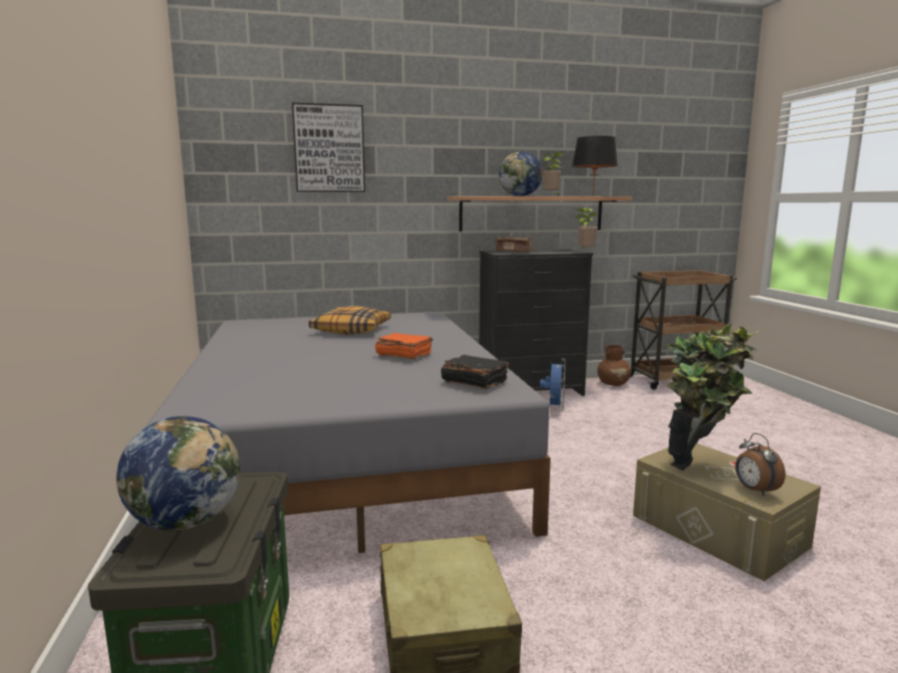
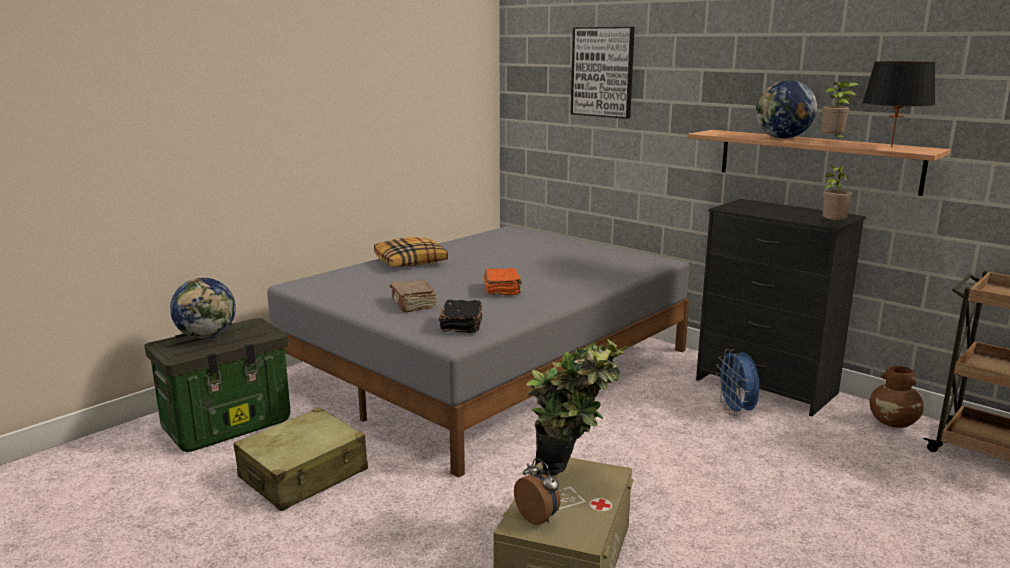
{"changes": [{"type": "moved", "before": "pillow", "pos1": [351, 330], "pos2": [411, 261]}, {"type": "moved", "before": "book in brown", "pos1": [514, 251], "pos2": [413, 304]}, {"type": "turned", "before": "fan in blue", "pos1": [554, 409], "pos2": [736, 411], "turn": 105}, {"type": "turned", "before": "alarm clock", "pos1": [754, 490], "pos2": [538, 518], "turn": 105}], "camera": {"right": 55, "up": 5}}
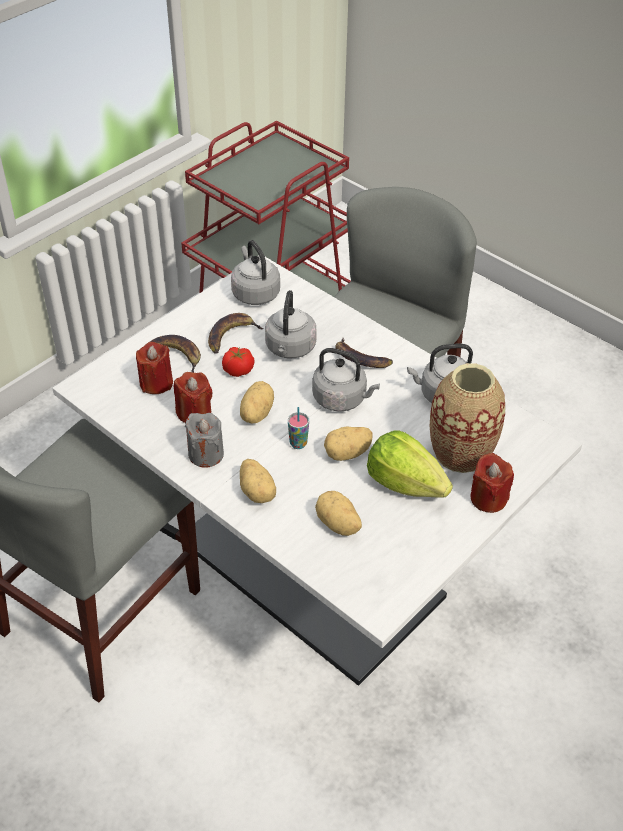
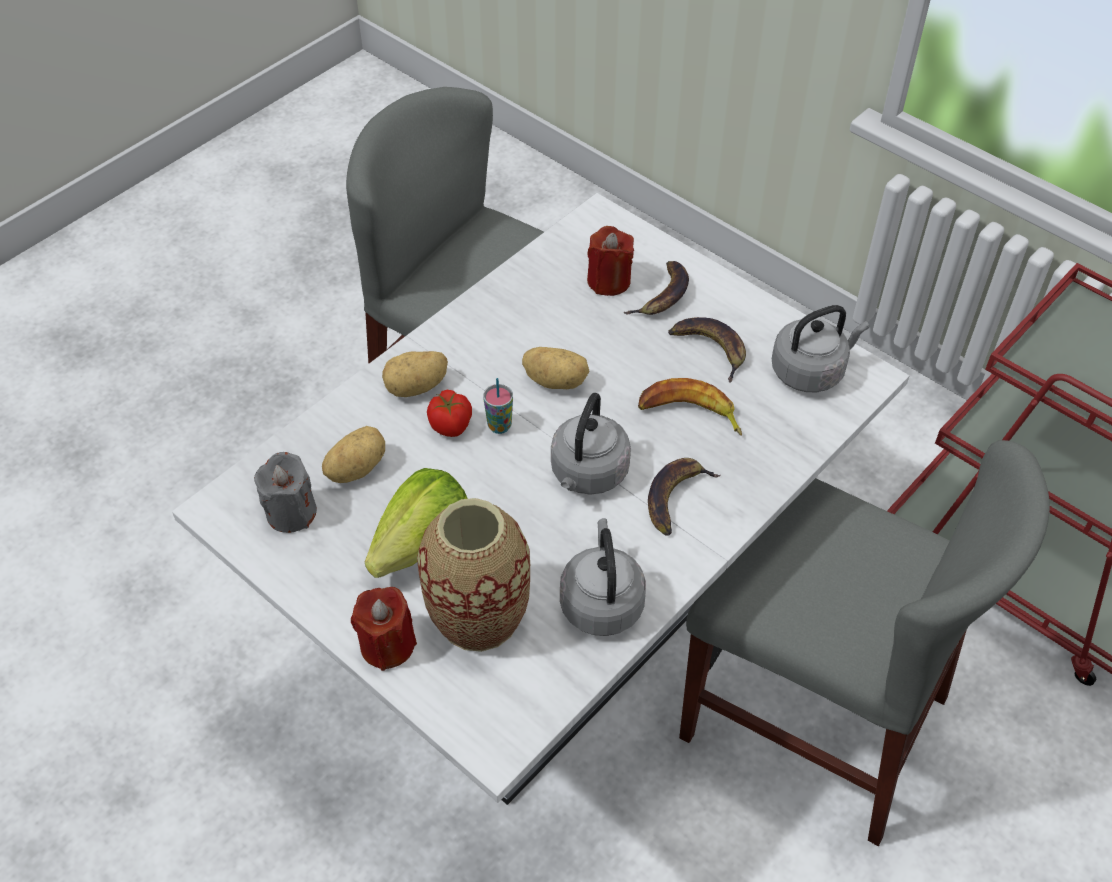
{"changes": [{"type": "removed", "before": "candle in red", "pos1": [194, 412]}, {"type": "moved", "before": "candle in grey", "pos1": [206, 454], "pos2": [291, 512]}, {"type": "moved", "before": "tomato", "pos1": [238, 371], "pos2": [451, 425]}, {"type": "replaced", "before": "kettle in grey", "after": "banana", "pos1": [290, 349], "pos2": [689, 414]}, {"type": "removed", "before": "potato", "pos1": [348, 454]}], "camera": {"right": 90, "up": 5}}
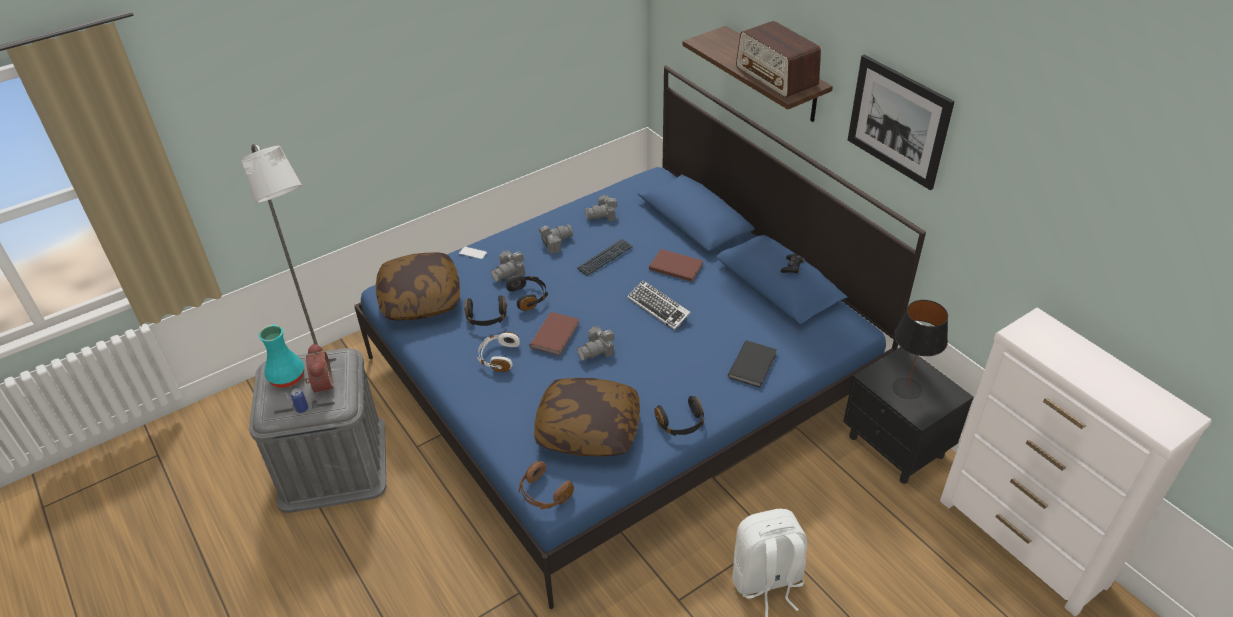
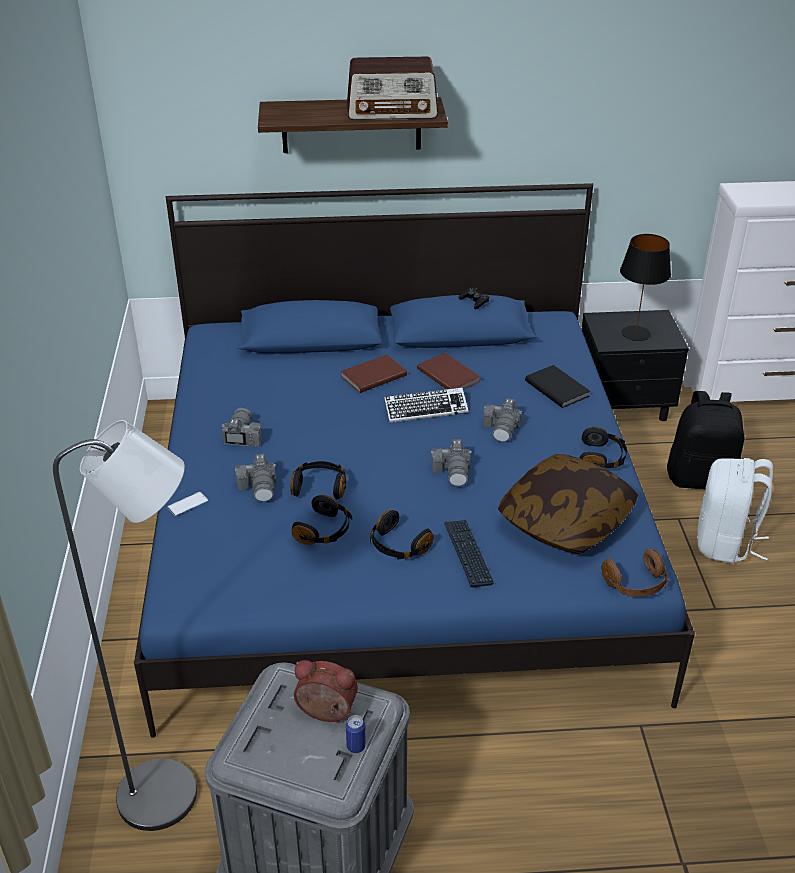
{"changes": [{"type": "removed", "before": "vase in turquoise", "pos1": [287, 377]}, {"type": "removed", "before": "pillow", "pos1": [420, 299]}, {"type": "recoloured", "before": "headphones in white", "after": "headphones in black", "pos1": [498, 357], "pos2": [398, 546]}, {"type": "moved", "before": "book in brown", "pos1": [556, 335], "pos2": [449, 375]}, {"type": "moved", "before": "keyboard", "pos1": [605, 258], "pos2": [468, 554]}, {"type": "moved", "before": "photo camera", "pos1": [603, 215], "pos2": [502, 429]}, {"type": "removed", "before": "picture", "pos1": [898, 121]}, {"type": "added", "after": "backpack in black", "pos2": [700, 478]}], "camera": {"right": -60, "up": -5}}
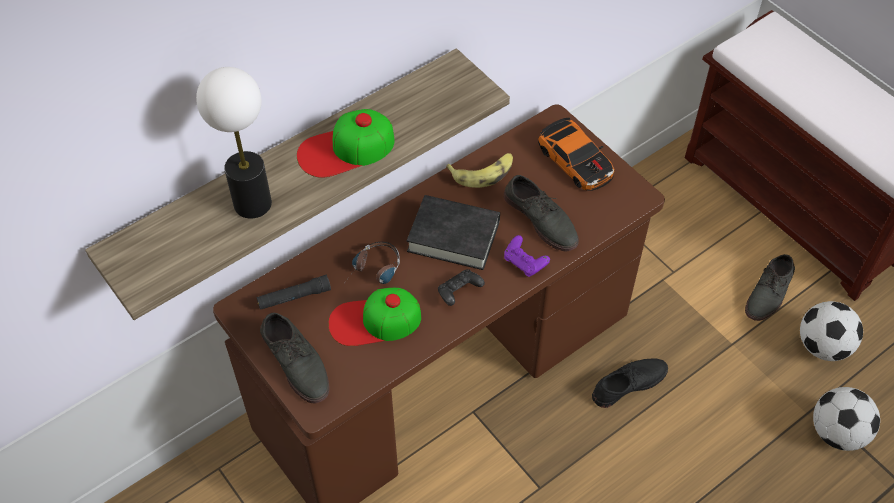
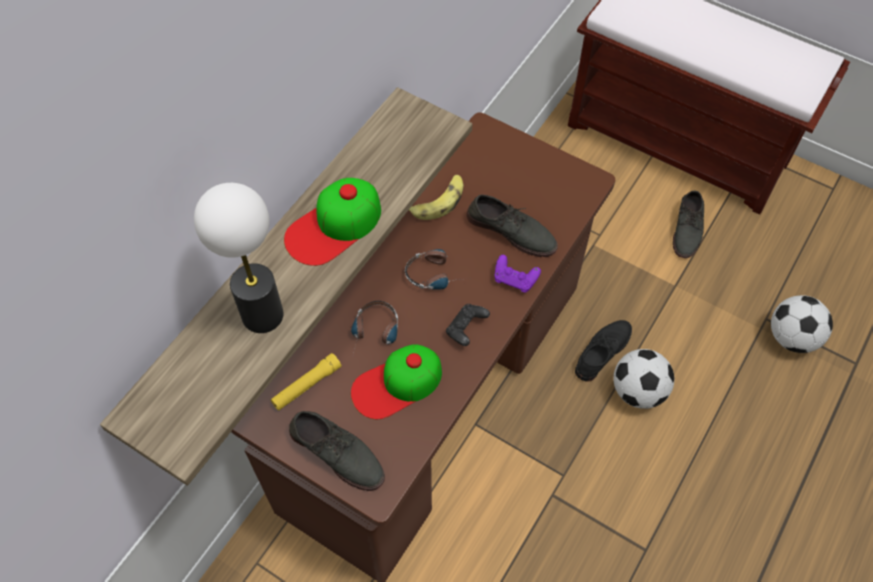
{"changes": [{"type": "recoloured", "before": "flashlight in black", "after": "flashlight in yellow", "pos1": [294, 297], "pos2": [306, 386]}, {"type": "replaced", "before": "book in black", "after": "headphones", "pos1": [453, 236], "pos2": [437, 274]}, {"type": "removed", "before": "toy car", "pos1": [577, 160]}, {"type": "moved", "before": "football", "pos1": [823, 346], "pos2": [638, 391]}], "camera": {"right": -20, "up": 5}}
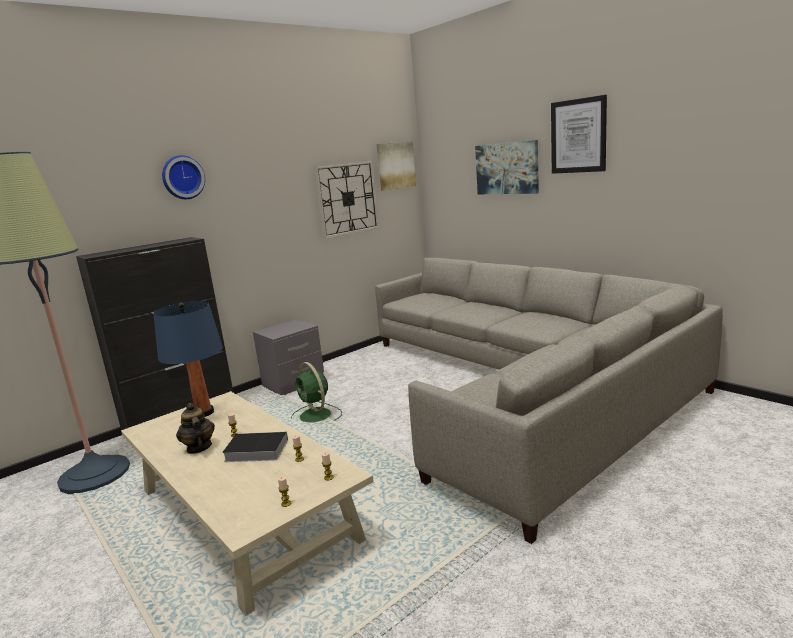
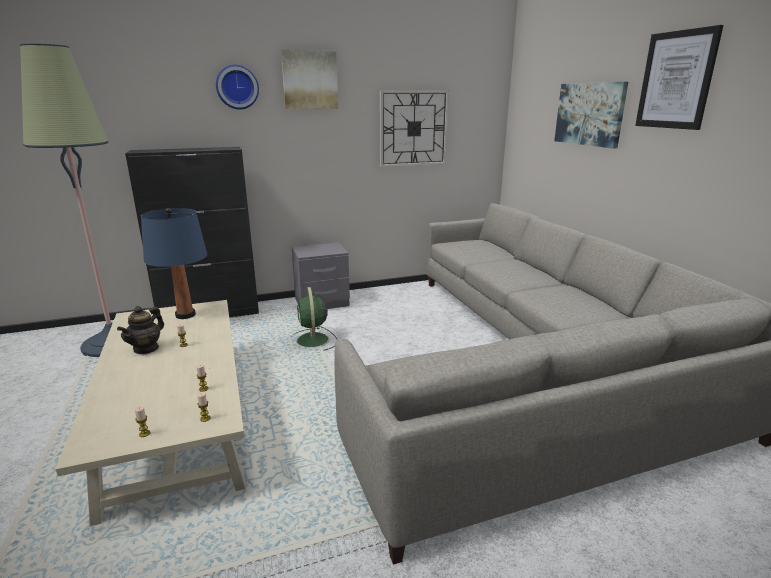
{"changes": [{"type": "turned", "before": "teapot", "pos1": [199, 447], "pos2": [146, 348], "turn": -150}, {"type": "removed", "before": "book", "pos1": [254, 451]}, {"type": "moved", "before": "picture", "pos1": [395, 165], "pos2": [309, 80]}], "camera": {"right": 20, "up": 5}}
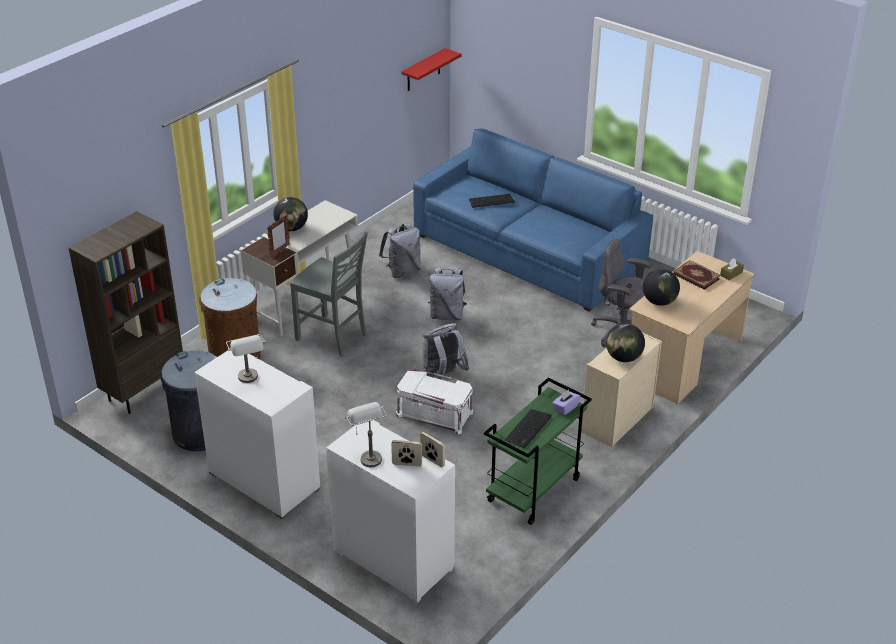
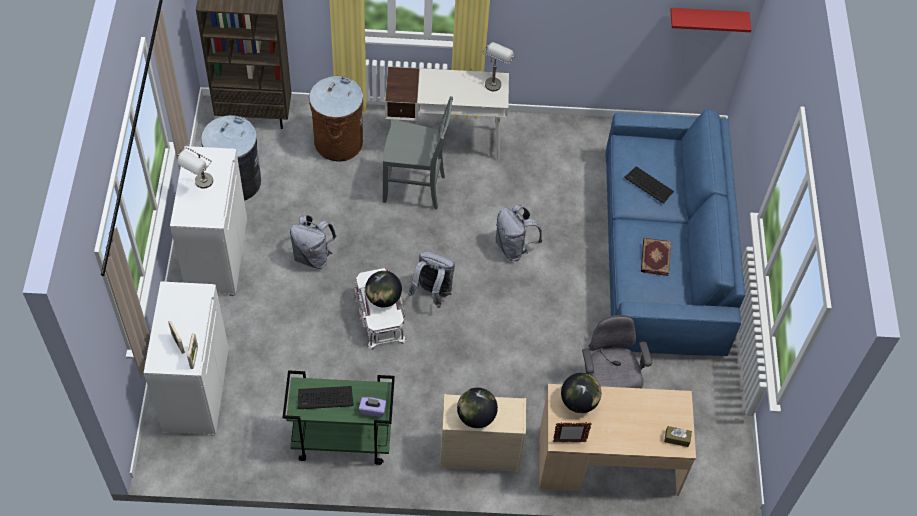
{"changes": [{"type": "moved", "before": "picture frame", "pos1": [279, 251], "pos2": [569, 441]}, {"type": "moved", "before": "globe", "pos1": [291, 228], "pos2": [383, 298]}, {"type": "turned", "before": "chair in grey", "pos1": [333, 337], "pos2": [415, 188], "turn": -75}, {"type": "moved", "before": "table lamp in grey", "pos1": [367, 455], "pos2": [495, 81]}, {"type": "moved", "before": "backpack in grey", "pos1": [402, 271], "pos2": [313, 256]}, {"type": "moved", "before": "book", "pos1": [696, 277], "pos2": [654, 257]}], "camera": {"right": 50, "up": 20}}
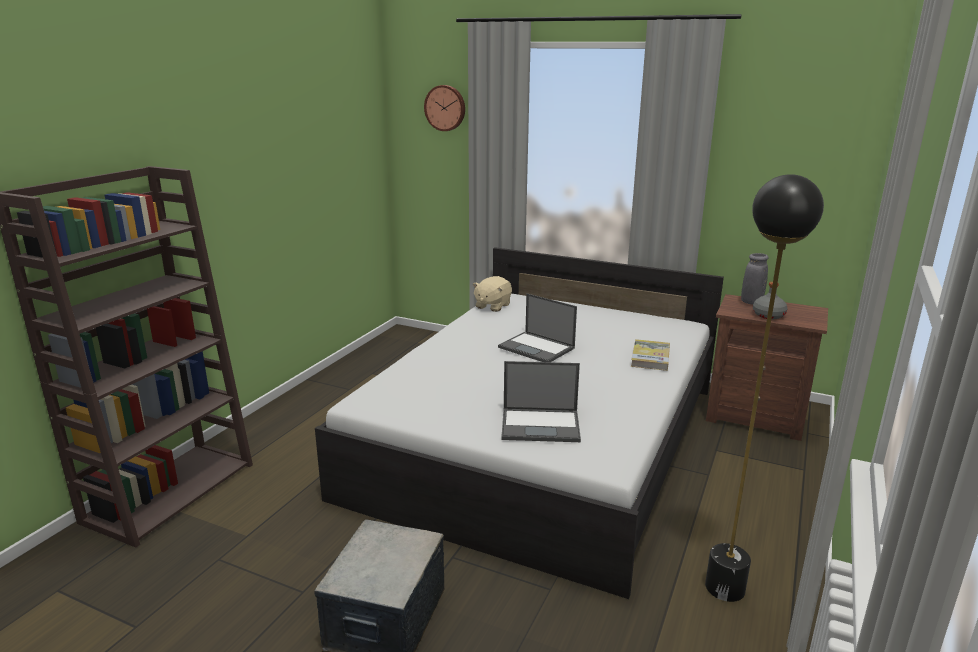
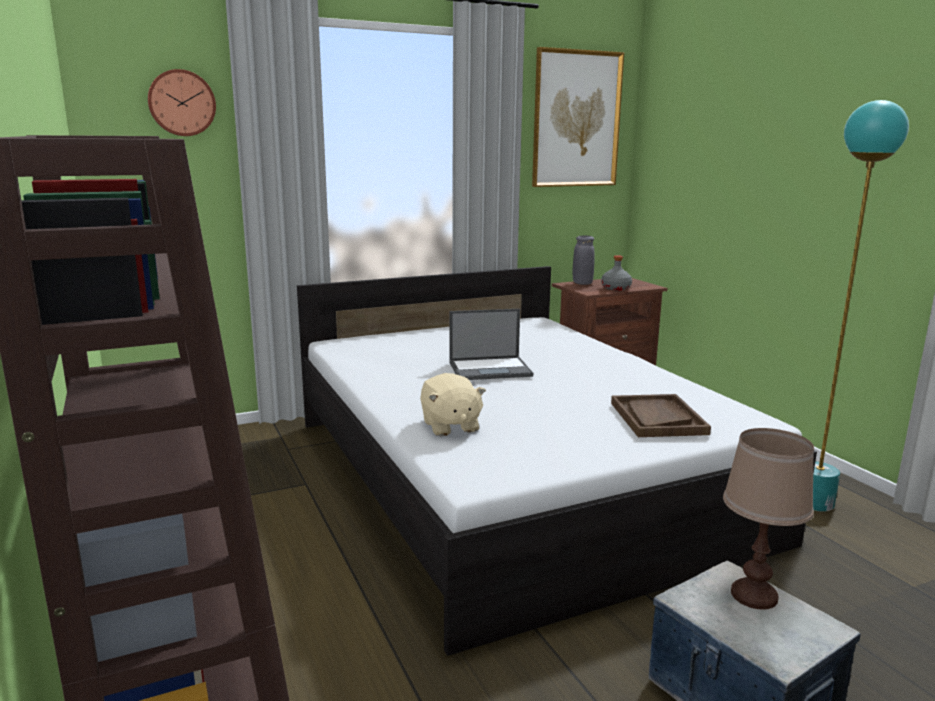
{"changes": [{"type": "moved", "before": "plush toy in beige", "pos1": [492, 306], "pos2": [450, 426]}, {"type": "replaced", "before": "laptop", "after": "tray in brown", "pos1": [541, 425], "pos2": [657, 418]}, {"type": "removed", "before": "book", "pos1": [650, 357]}, {"type": "recoloured", "before": "floor lamp in black", "after": "floor lamp in turquoise", "pos1": [724, 588], "pos2": [814, 503]}, {"type": "added", "after": "picture", "pos2": [576, 119]}, {"type": "added", "after": "table lamp in brown", "pos2": [753, 595]}], "camera": {"right": -50, "up": -5}}
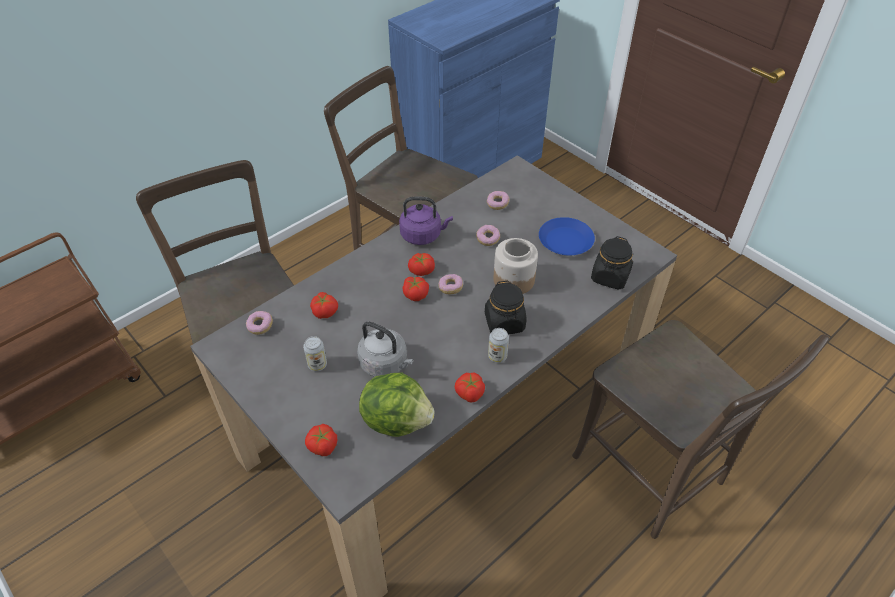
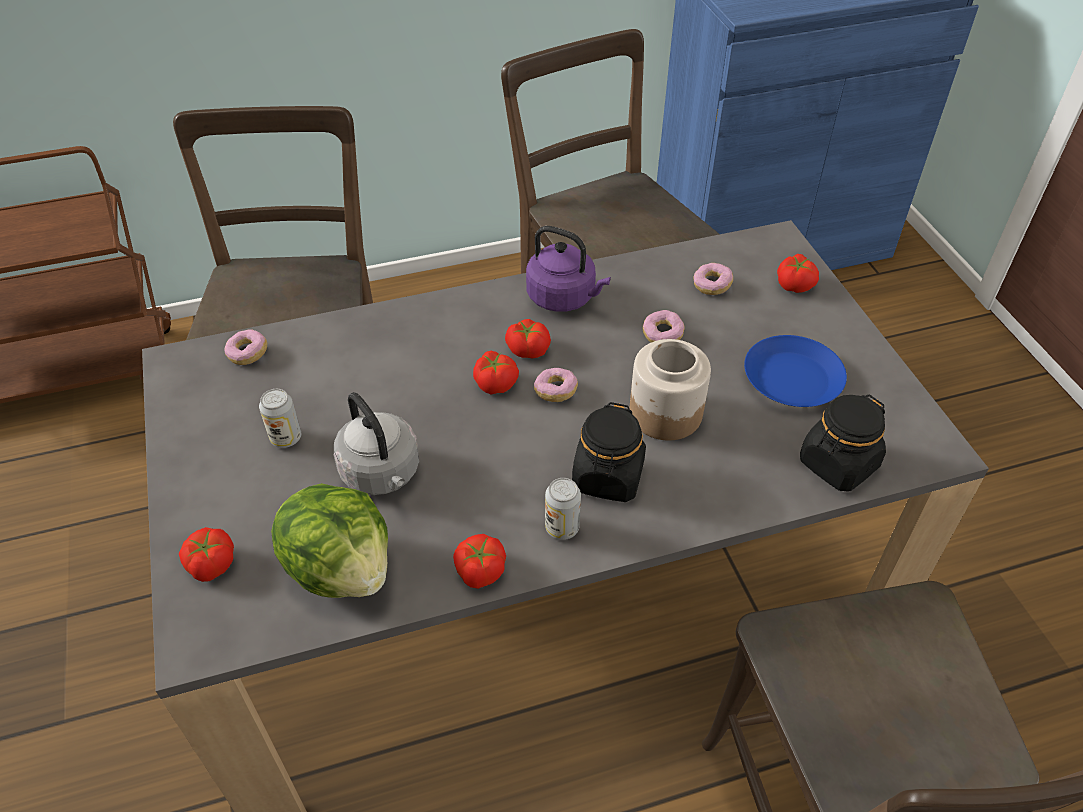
{"changes": [{"type": "moved", "before": "tomato", "pos1": [325, 311], "pos2": [795, 284]}], "camera": {"right": 25, "up": 0}}
